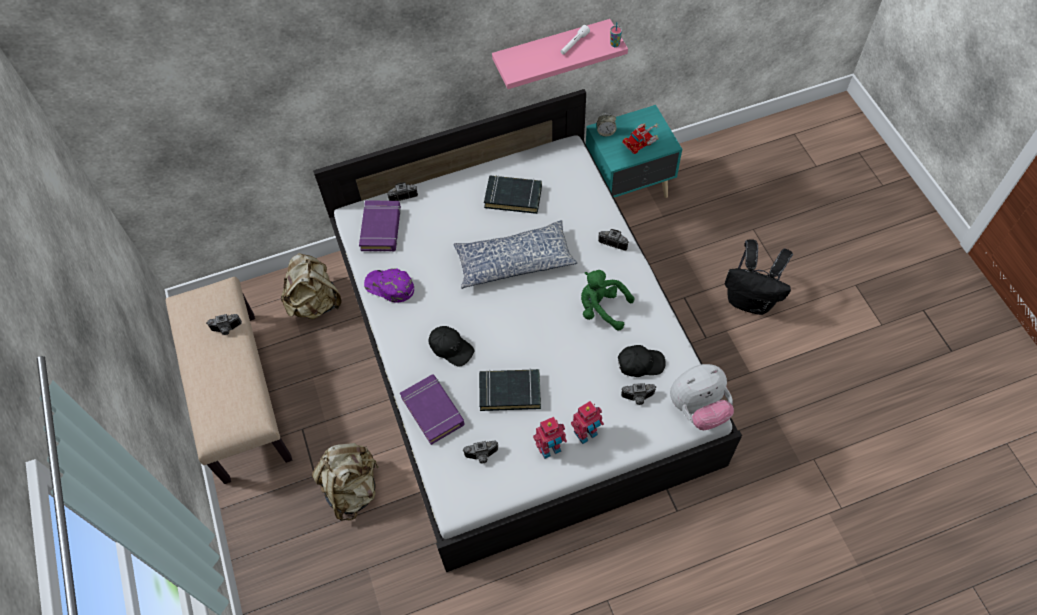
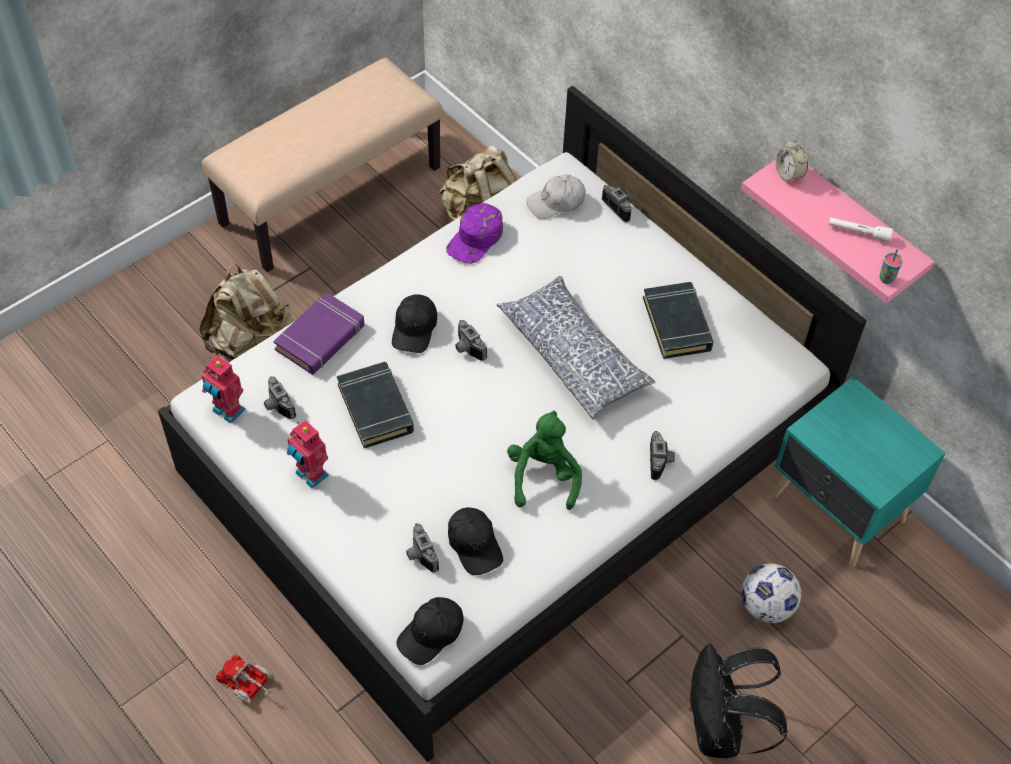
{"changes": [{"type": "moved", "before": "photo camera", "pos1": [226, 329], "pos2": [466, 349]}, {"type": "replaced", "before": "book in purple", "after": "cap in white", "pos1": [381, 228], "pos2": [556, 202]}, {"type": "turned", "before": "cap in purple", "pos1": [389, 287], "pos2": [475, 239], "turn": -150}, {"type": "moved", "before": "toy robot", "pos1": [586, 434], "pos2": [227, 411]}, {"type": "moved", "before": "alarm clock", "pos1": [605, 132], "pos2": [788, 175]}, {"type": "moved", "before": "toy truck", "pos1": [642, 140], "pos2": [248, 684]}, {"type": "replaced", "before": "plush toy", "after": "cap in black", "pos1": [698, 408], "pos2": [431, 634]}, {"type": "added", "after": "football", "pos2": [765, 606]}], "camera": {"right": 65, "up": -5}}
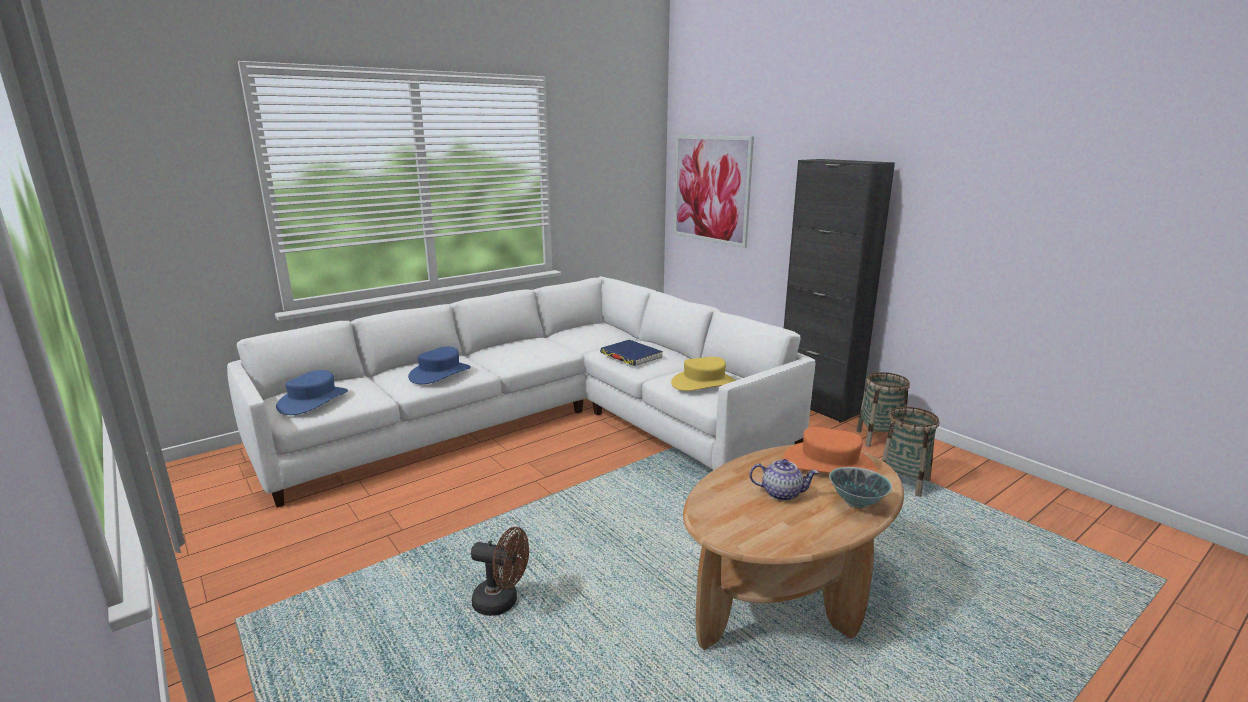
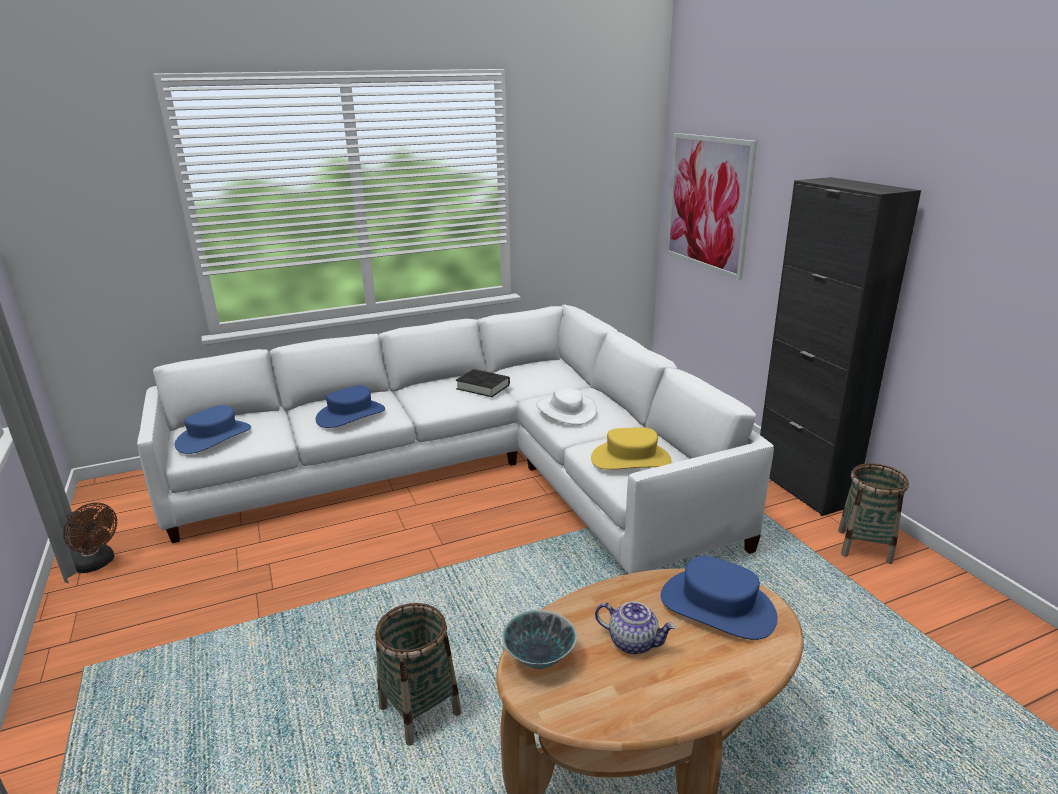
{"changes": [{"type": "moved", "before": "fan in brown", "pos1": [502, 602], "pos2": [98, 564]}, {"type": "replaced", "before": "book in blue", "after": "hat in white", "pos1": [631, 356], "pos2": [566, 410]}, {"type": "recoloured", "before": "hat in orange", "after": "hat in blue", "pos1": [829, 464], "pos2": [717, 606]}, {"type": "moved", "before": "bowl", "pos1": [857, 503], "pos2": [539, 660]}, {"type": "moved", "before": "basket", "pos1": [903, 482], "pos2": [419, 710]}, {"type": "added", "after": "book in black", "pos2": [483, 387]}], "camera": {"right": 15, "up": 5}}
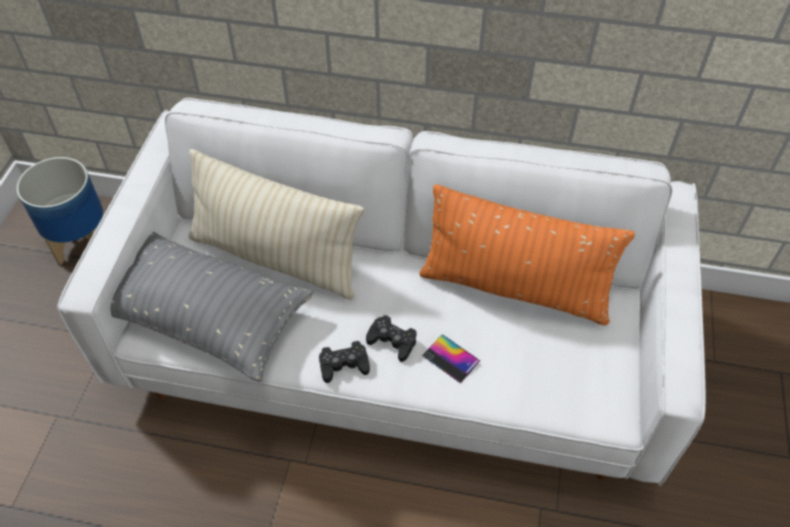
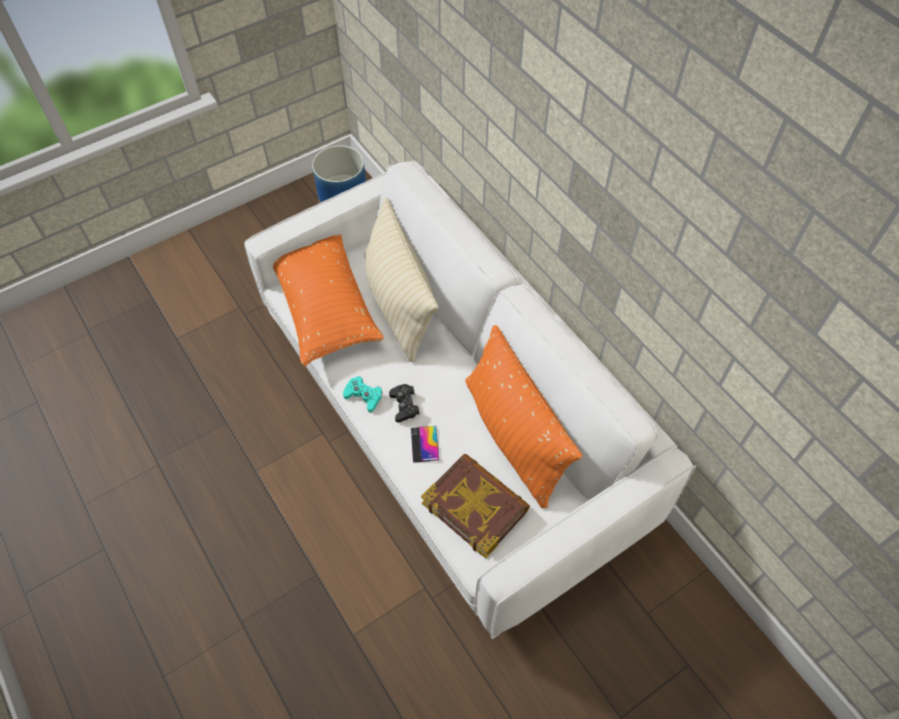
{"changes": [{"type": "recoloured", "before": "pillow in grey", "after": "pillow in orange", "pos1": [205, 317], "pos2": [325, 308]}, {"type": "recoloured", "before": "game controller in black", "after": "game controller in turquoise", "pos1": [344, 365], "pos2": [363, 396]}, {"type": "added", "after": "book", "pos2": [475, 506]}], "camera": {"right": 45, "up": 5}}
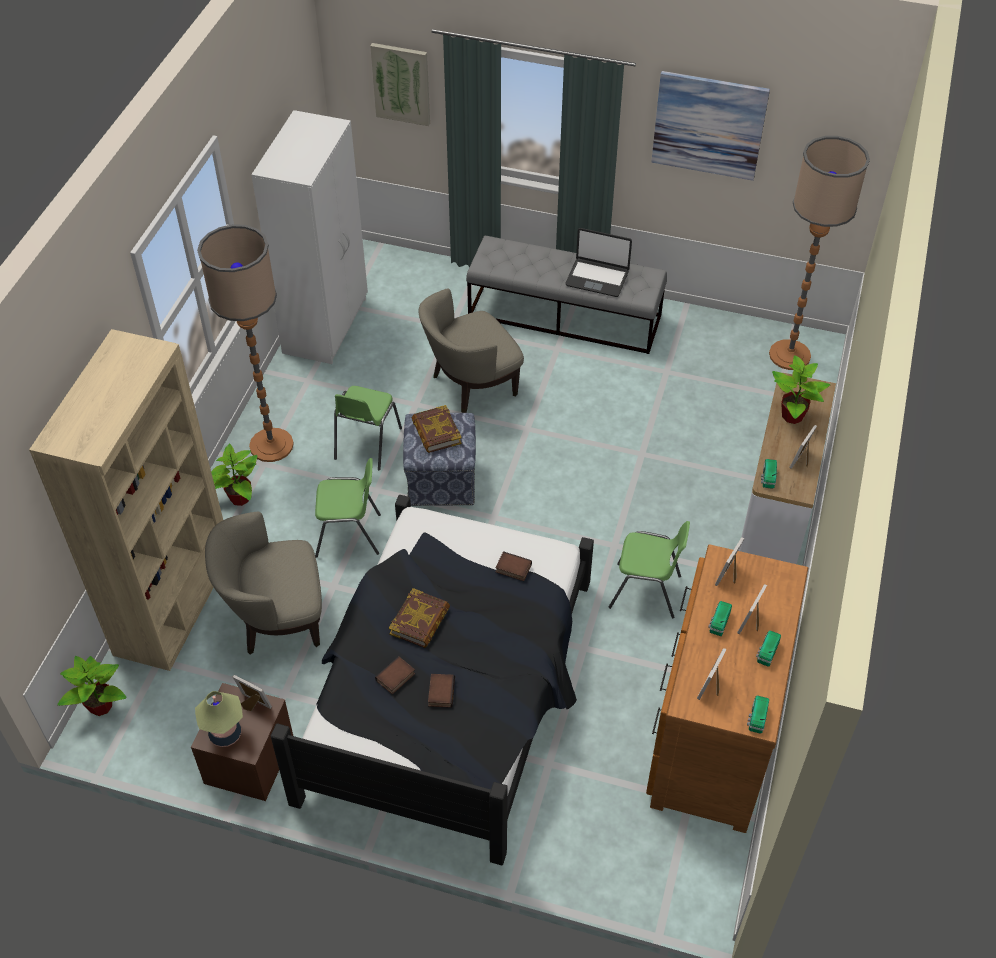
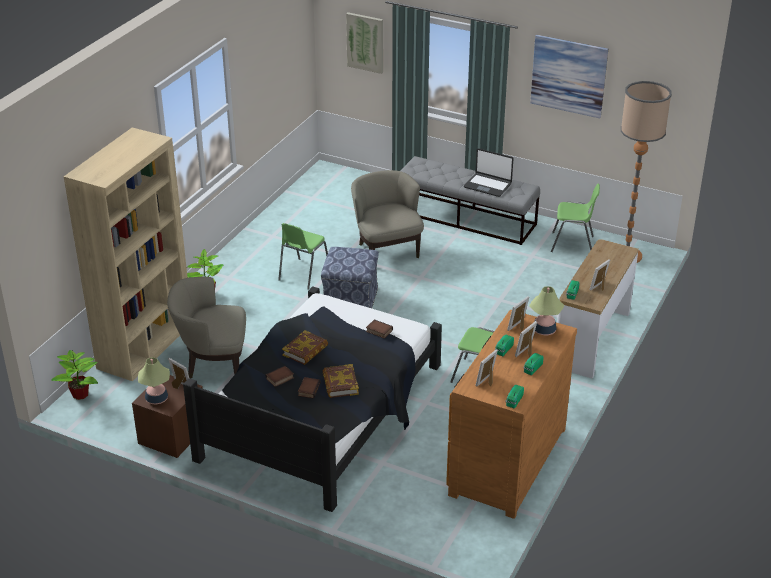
{"changes": [{"type": "removed", "before": "floor lamp", "pos1": [271, 445]}, {"type": "removed", "before": "wardrobe in white", "pos1": [327, 325]}, {"type": "moved", "before": "chair in green", "pos1": [349, 535], "pos2": [573, 244]}, {"type": "moved", "before": "book", "pos1": [436, 432], "pos2": [340, 384]}, {"type": "turned", "before": "armchair in beige", "pos1": [471, 386], "pos2": [386, 250], "turn": 90}, {"type": "removed", "before": "potted plant", "pos1": [793, 416]}, {"type": "added", "after": "table lamp", "pos2": [544, 330]}], "camera": {"right": 10, "up": -15}}
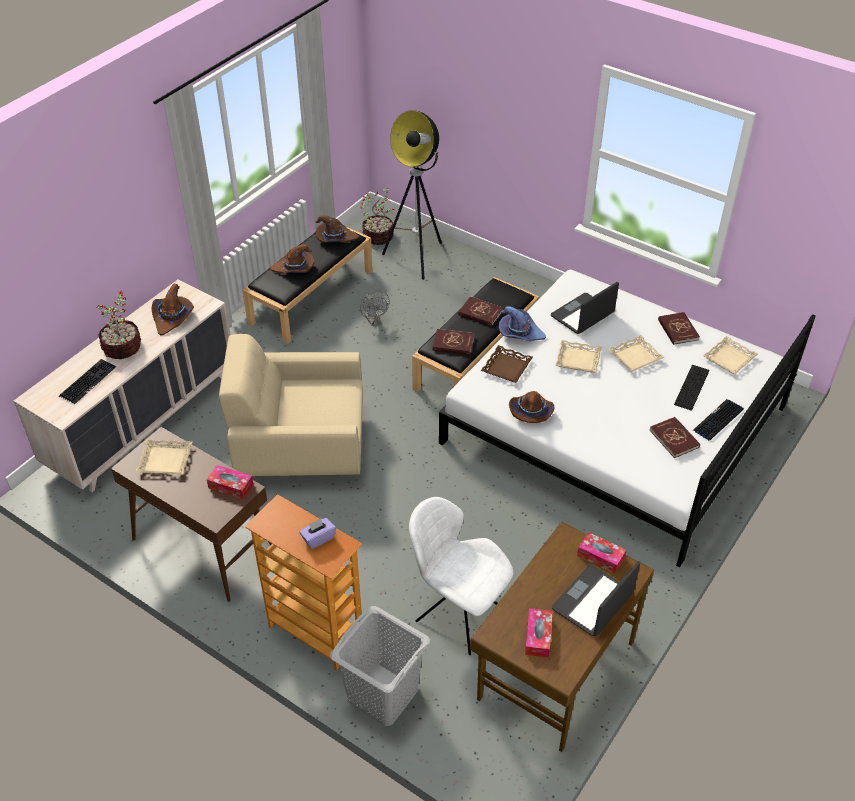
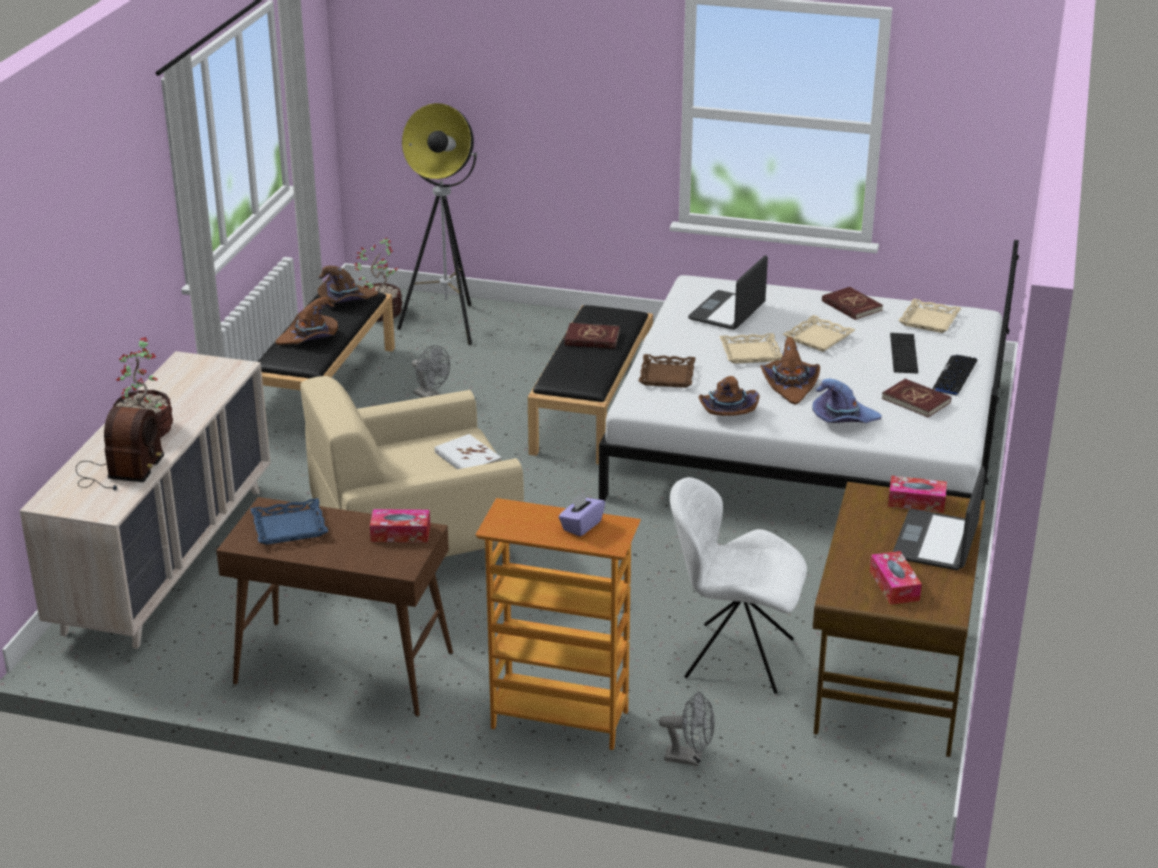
{"changes": [{"type": "replaced", "before": "keyboard", "after": "radio", "pos1": [88, 382], "pos2": [119, 472]}, {"type": "recoloured", "before": "tray in beige", "after": "tray in blue", "pos1": [165, 461], "pos2": [289, 528]}, {"type": "moved", "before": "hat in brown", "pos1": [173, 318], "pos2": [790, 386]}, {"type": "replaced", "before": "laundry basket in grey", "after": "fan in grey", "pos1": [382, 694], "pos2": [689, 758]}, {"type": "removed", "before": "book in red", "pos1": [453, 344]}, {"type": "moved", "before": "hat in purple", "pos1": [519, 333], "pos2": [843, 419]}, {"type": "added", "after": "book in white", "pos2": [467, 458]}], "camera": {"right": -20, "up": -15}}
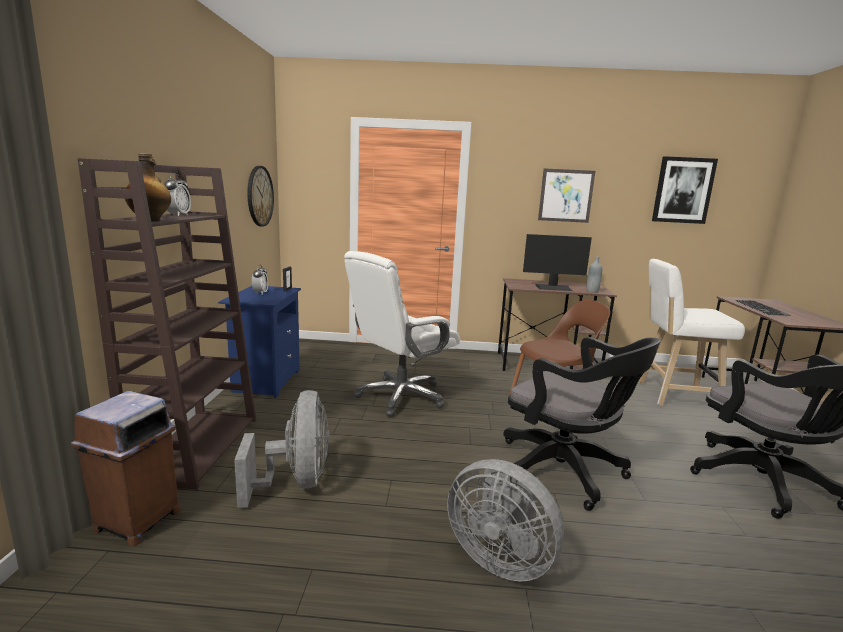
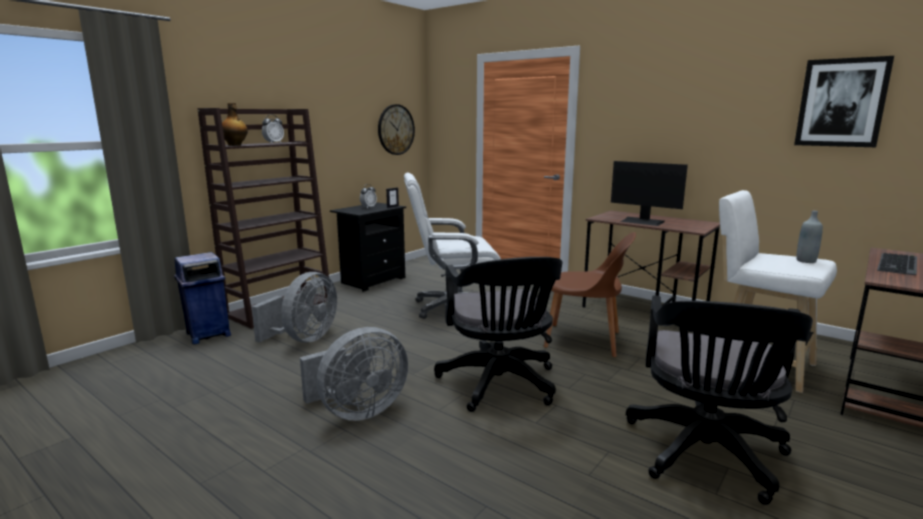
{"changes": [{"type": "recoloured", "before": "trash can in brown", "after": "trash can in blue", "pos1": [136, 521], "pos2": [207, 334]}, {"type": "recoloured", "before": "nightstand in blue", "after": "nightstand in black", "pos1": [265, 381], "pos2": [372, 280]}, {"type": "turned", "before": "fan in grey", "pos1": [500, 557], "pos2": [357, 411], "turn": -105}, {"type": "removed", "before": "picture", "pos1": [566, 195]}, {"type": "moved", "before": "bottle in grey", "pos1": [592, 291], "pos2": [806, 261]}], "camera": {"right": 35, "up": 0}}
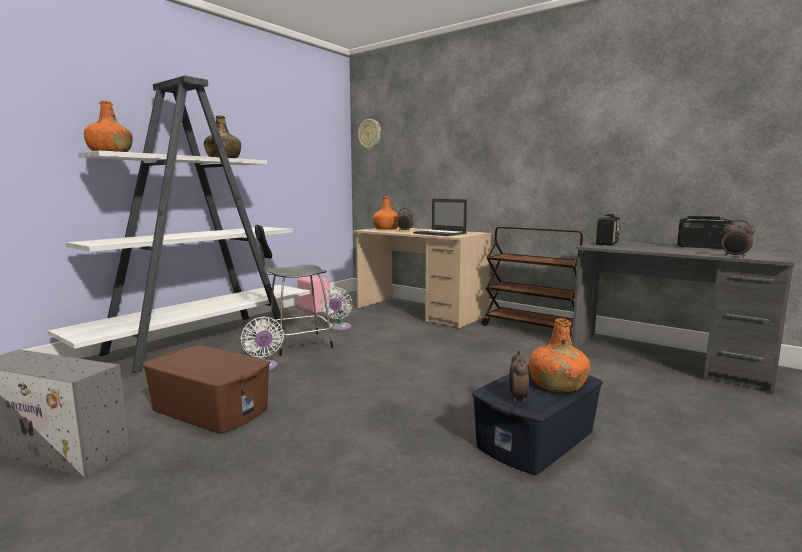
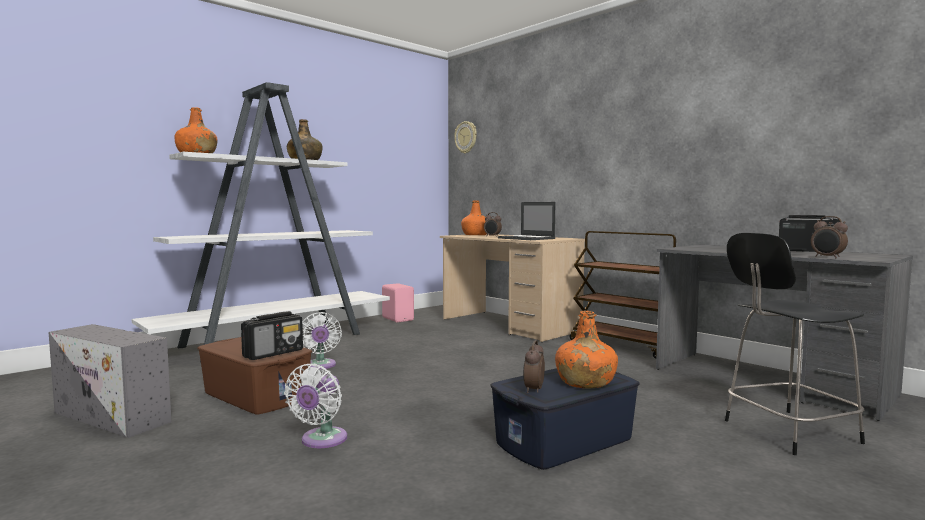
{"changes": [{"type": "moved", "before": "chair in black", "pos1": [297, 344], "pos2": [787, 432]}, {"type": "moved", "before": "fan in white", "pos1": [338, 328], "pos2": [321, 441]}, {"type": "moved", "before": "radio", "pos1": [607, 243], "pos2": [274, 353]}], "camera": {"right": 10, "up": -5}}
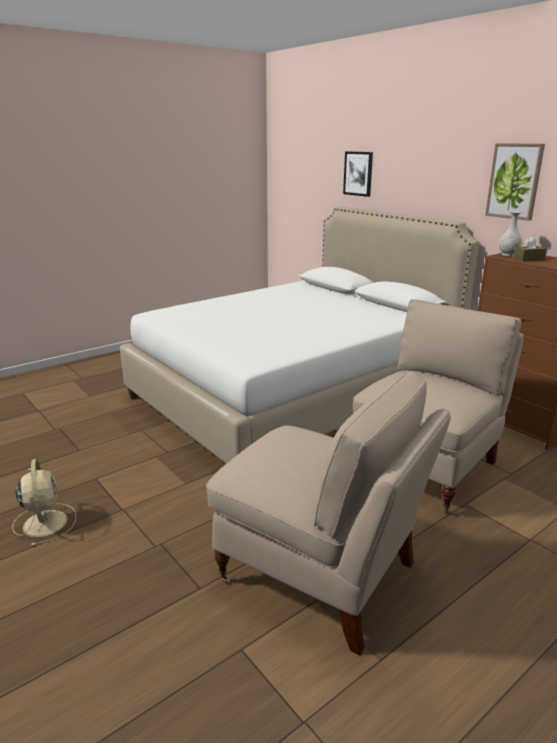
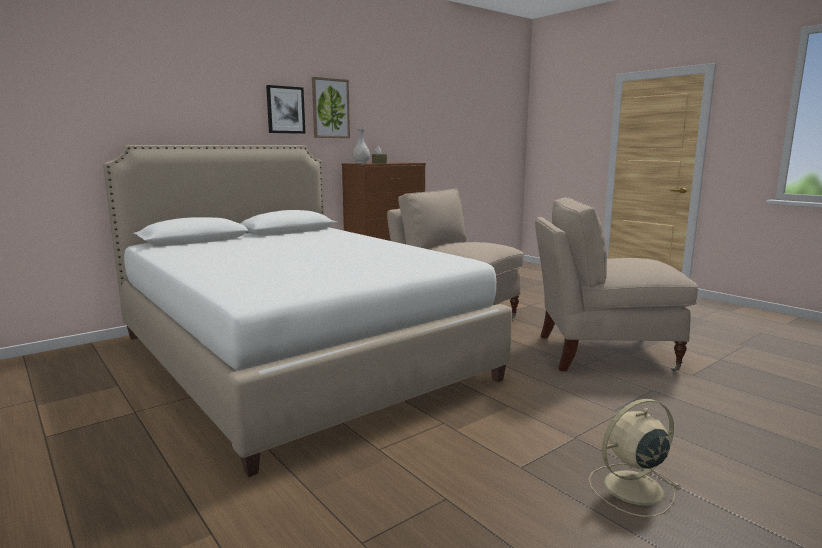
{"changes": [{"type": "turned", "before": "chair in beige", "pos1": [321, 574], "pos2": [602, 352], "turn": -120}, {"type": "moved", "before": "picture", "pos1": [358, 173], "pos2": [285, 110]}], "camera": {"right": -90, "up": -10}}
